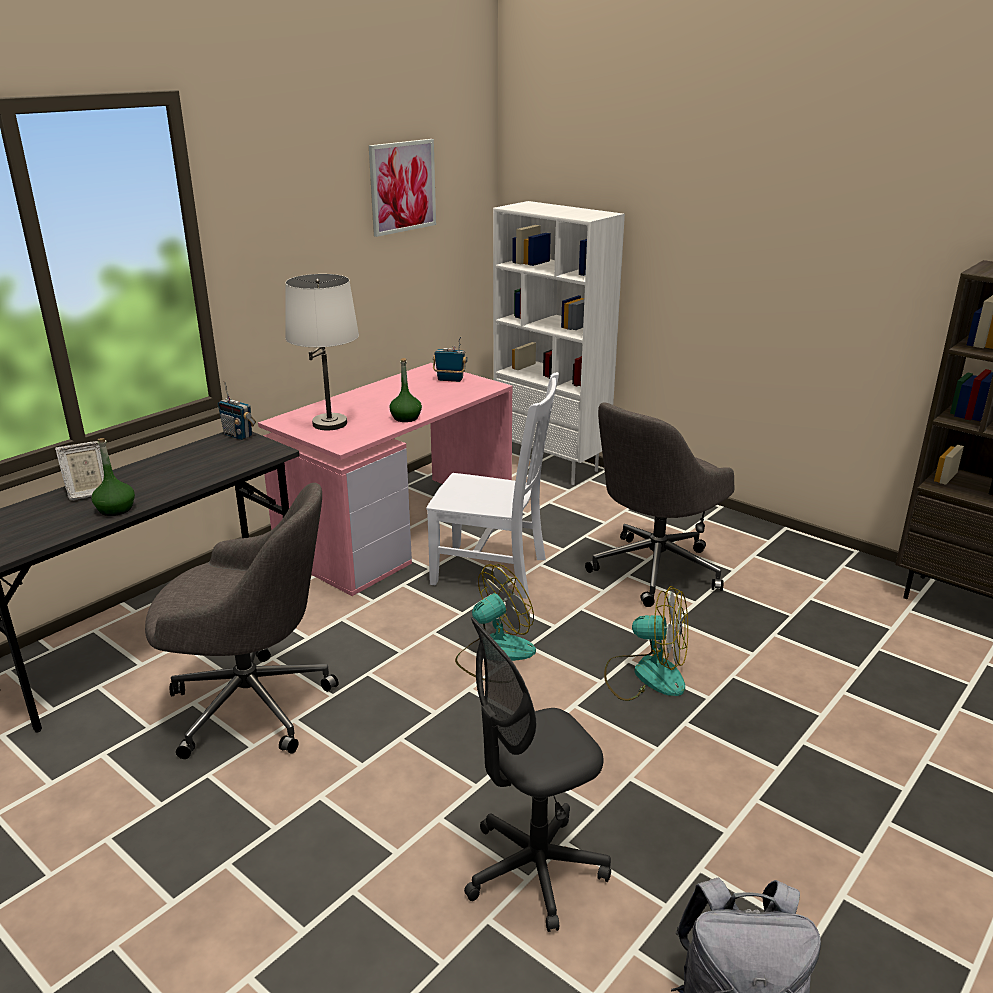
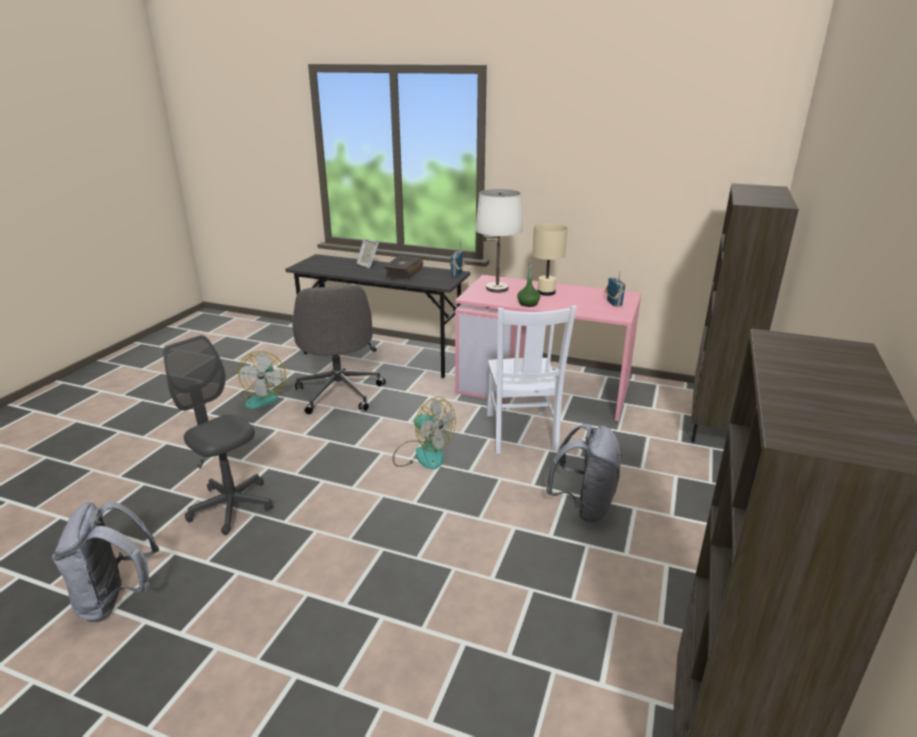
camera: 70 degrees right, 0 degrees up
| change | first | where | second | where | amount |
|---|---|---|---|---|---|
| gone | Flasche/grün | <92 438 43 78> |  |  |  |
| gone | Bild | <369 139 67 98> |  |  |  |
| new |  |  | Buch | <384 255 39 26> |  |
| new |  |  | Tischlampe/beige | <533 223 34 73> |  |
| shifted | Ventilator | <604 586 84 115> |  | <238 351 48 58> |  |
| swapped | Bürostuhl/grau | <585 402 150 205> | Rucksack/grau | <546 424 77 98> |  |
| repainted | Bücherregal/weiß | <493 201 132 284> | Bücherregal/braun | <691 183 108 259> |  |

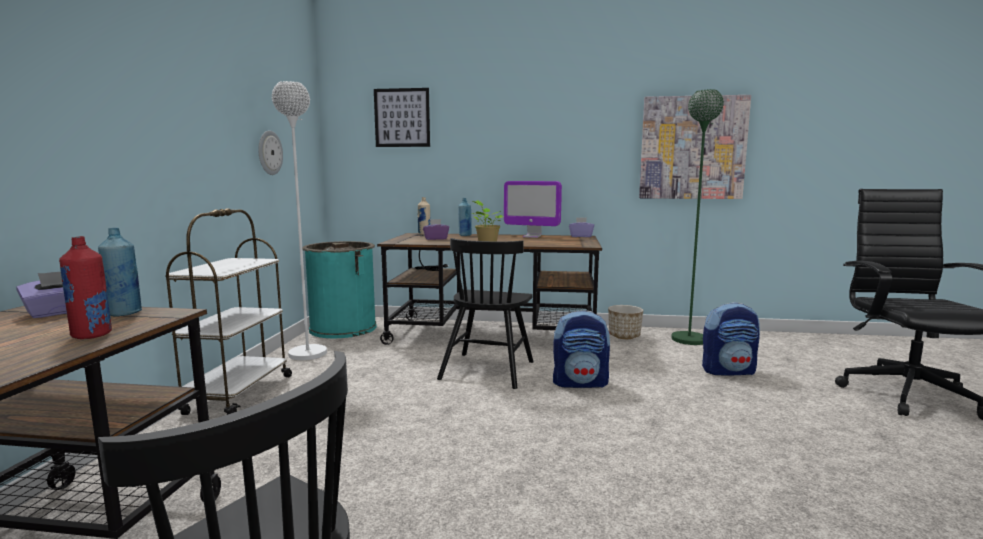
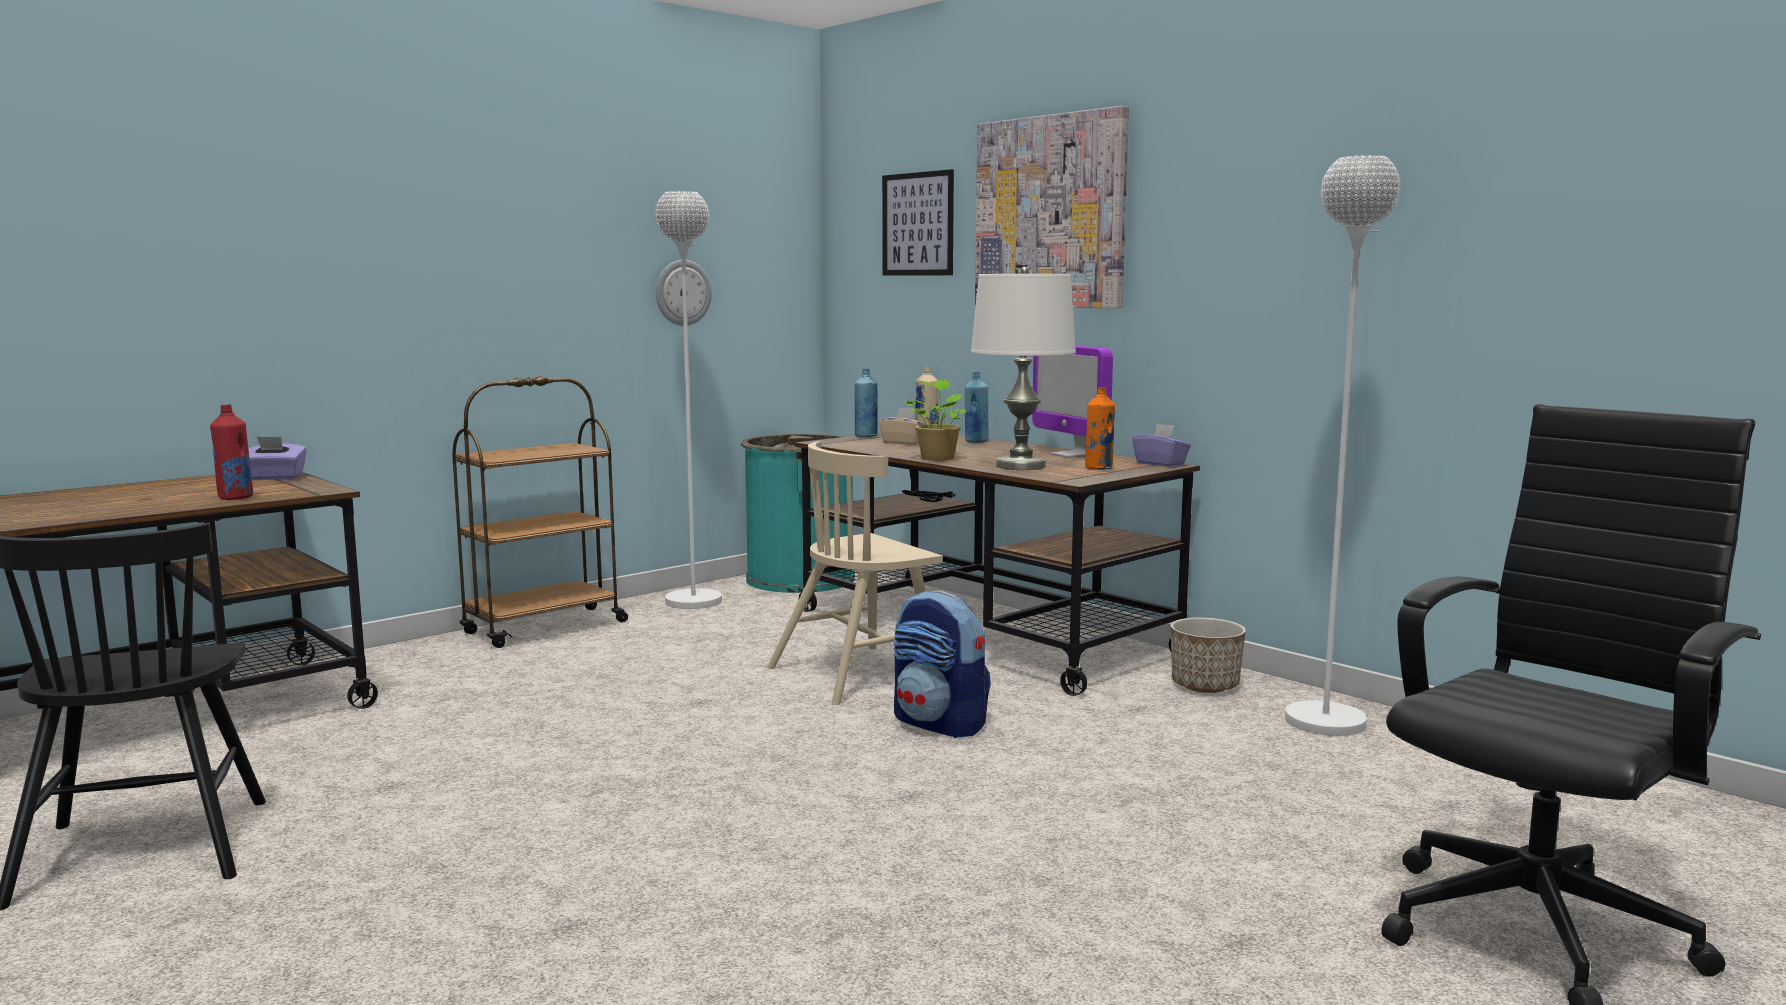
camera: 40 degrees right, 0 degrees up
| change | first | where | second | where | amount |
|---|---|---|---|---|---|
| gone | Rucksack | <702 302 58 73> |  |  |  |
| new |  |  | Tischlampe/weiß | <971 267 105 203> |  |
| new |  |  | Flasche/orange | <1085 387 30 83> |  |
| shifted | Flasche/blau | <98 228 44 88> |  | <855 369 23 68> |  |
| shifted | Bild | <639 95 112 104> |  | <975 106 154 203> |  |
| repainted | Rollwagen/weiß | <165 208 127 207> | Rollwagen/braun | <452 376 176 272> |  |
| repainted | Taschentuchbox/lila | <423 219 26 21> | Taschentuchbox/beige | <879 408 46 37> |  |
| repainted | Stuhl/schwarz | <437 238 97 151> | Stuhl/beige | <767 441 176 264> |  |
| repainted | Stehlampe/grün | <671 89 53 256> | Stehlampe/weiß | <1285 155 116 581> |  |

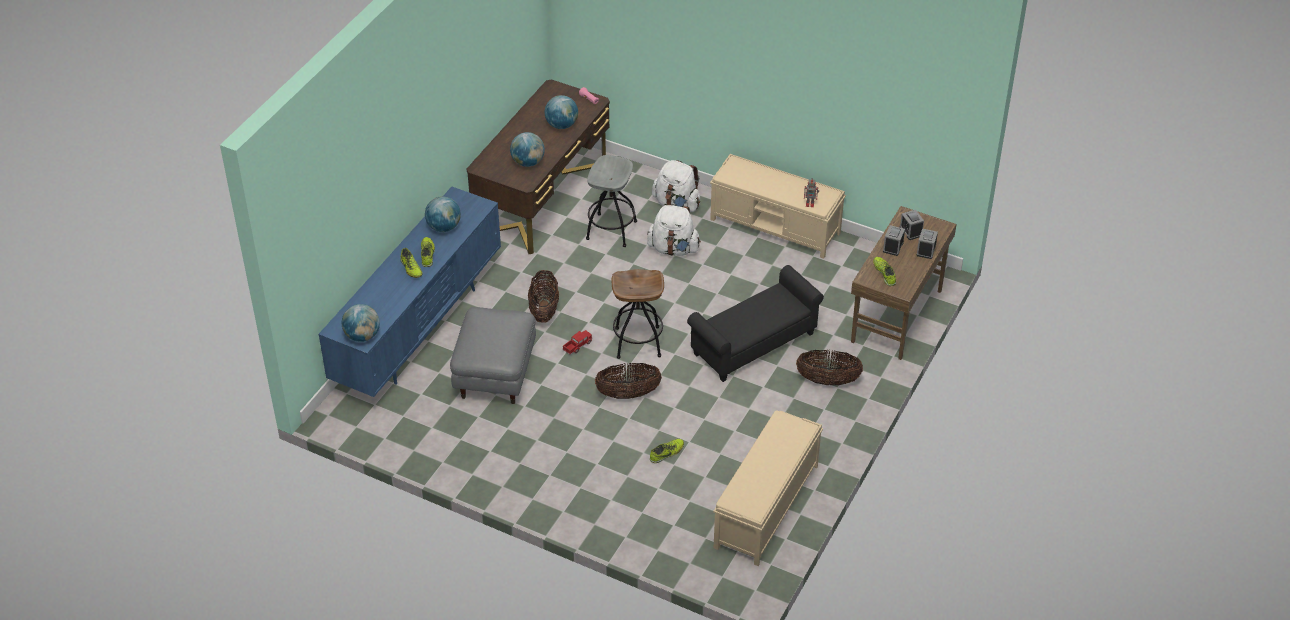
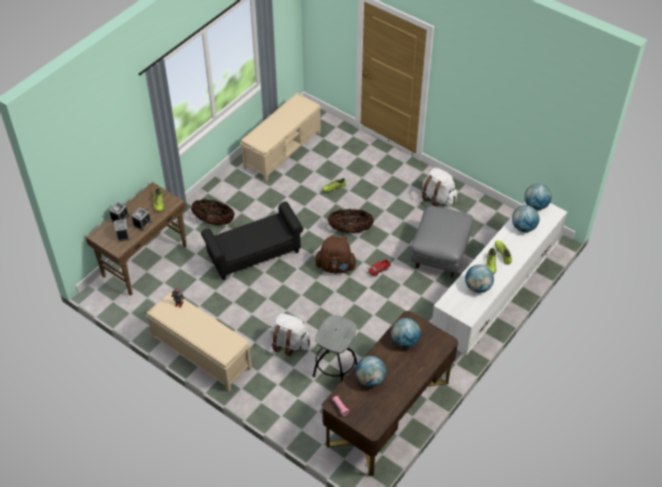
camera: 170 degrees left, 5 degrees up
| change | first | where | second | where | amount |
|---|---|---|---|---|---|
| gone | Korb | <528 270 31 53> |  |  |  |
| new |  |  | Globus | <512 205 27 27> |  |
| shifted | Rucksack/weiß | <652 160 48 52> |  | <422 168 35 39> |  |
| swapped | Hocker/braun | <612 269 52 90> | Rucksack/braun | <315 235 42 39> |  |
| repainted | Schrank/blau | <319 187 182 210> | Schrank/weiß | <432 202 135 154> |  |

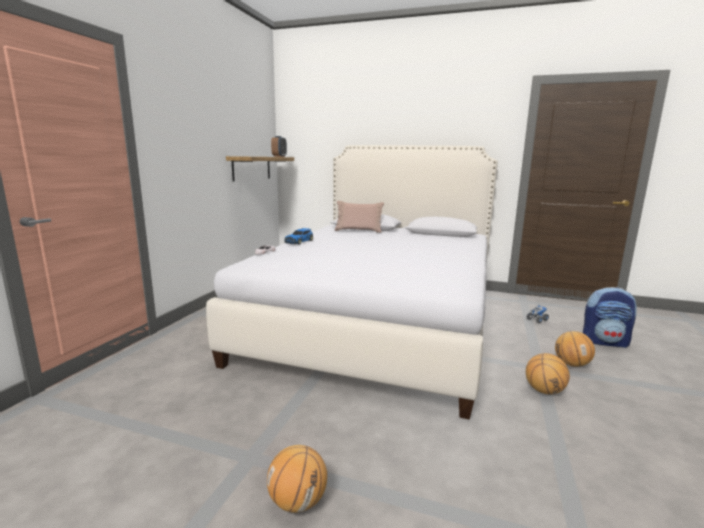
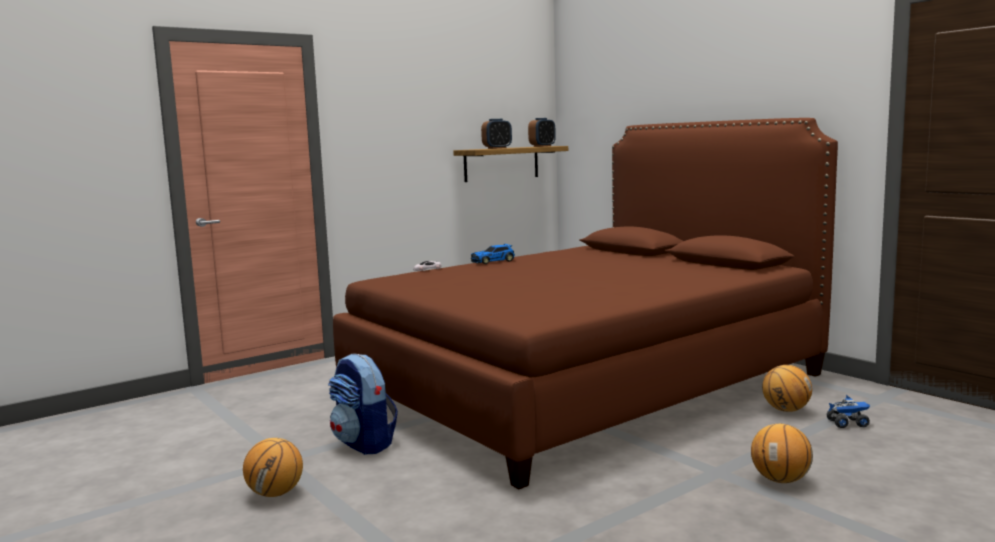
camera: 35 degrees right, 5 degrees down
| change | first | where | second | where | amount |
|---|---|---|---|---|---|
| gone | Kissen/beige | <335 201 49 32> |  |  |  |
| new |  |  | Wecker | <481 119 31 30> |  |
| shifted | Basketball | <526 353 44 41> |  | <762 365 50 47> |  |
| shifted | Rucksack | <583 287 54 61> |  | <328 354 70 101> |  |
| repainted | Bett/weiß | <206 145 292 275> | Bett/braun | <333 118 505 371> |  |

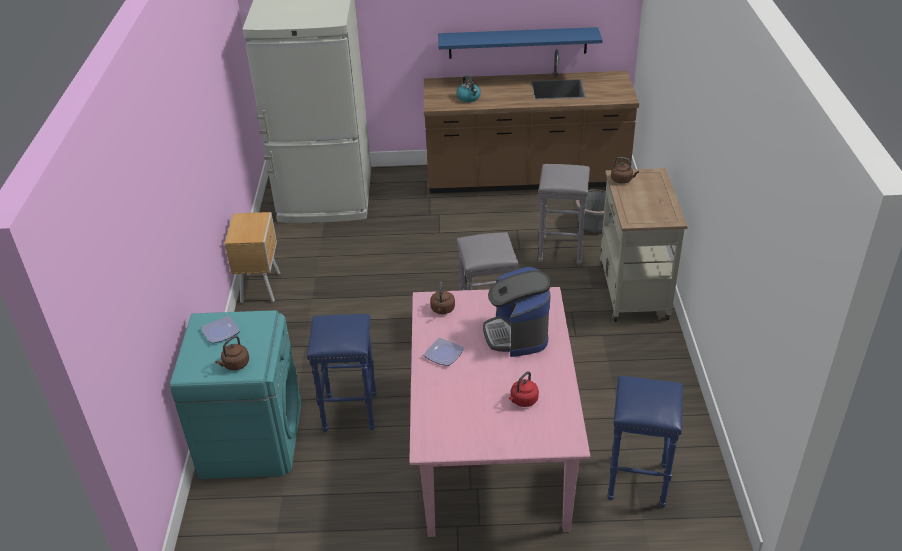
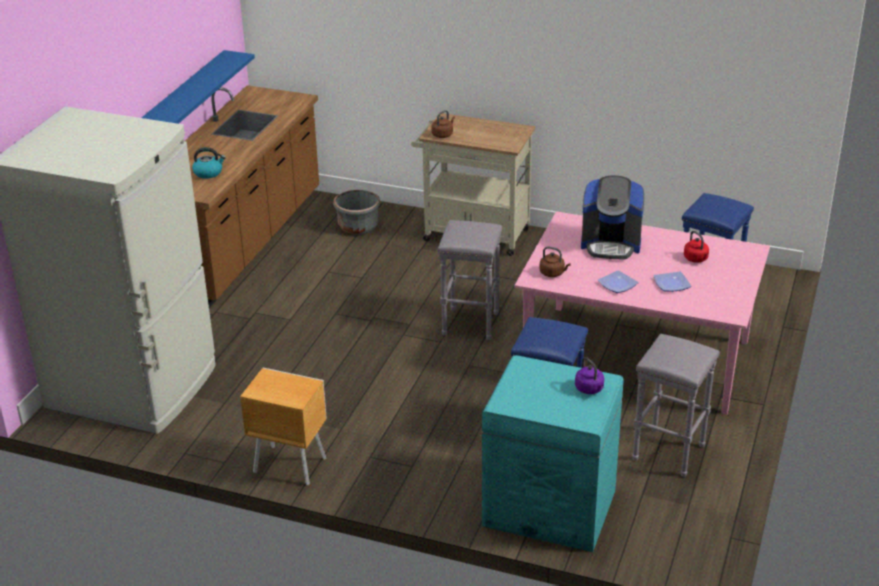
camera: 70 degrees left, 5 degrees down
| change | first | where | second | where | amount |
|---|---|---|---|---|---|
| shifted | Teller | <201 316 39 27> |  | <653 271 38 21> |  |
| shifted | Hocker/grau | <538 164 52 101> |  | <632 334 88 143> |  |
| repainted | Wasserkessel/braun | <215 336 34 34> | Wasserkessel/lila | <575 357 29 37> |  |

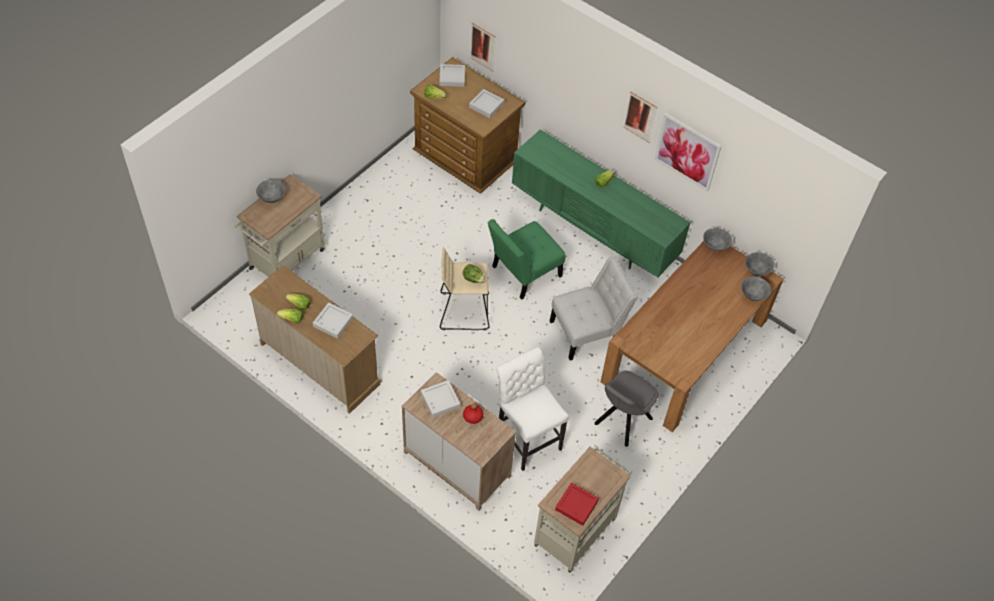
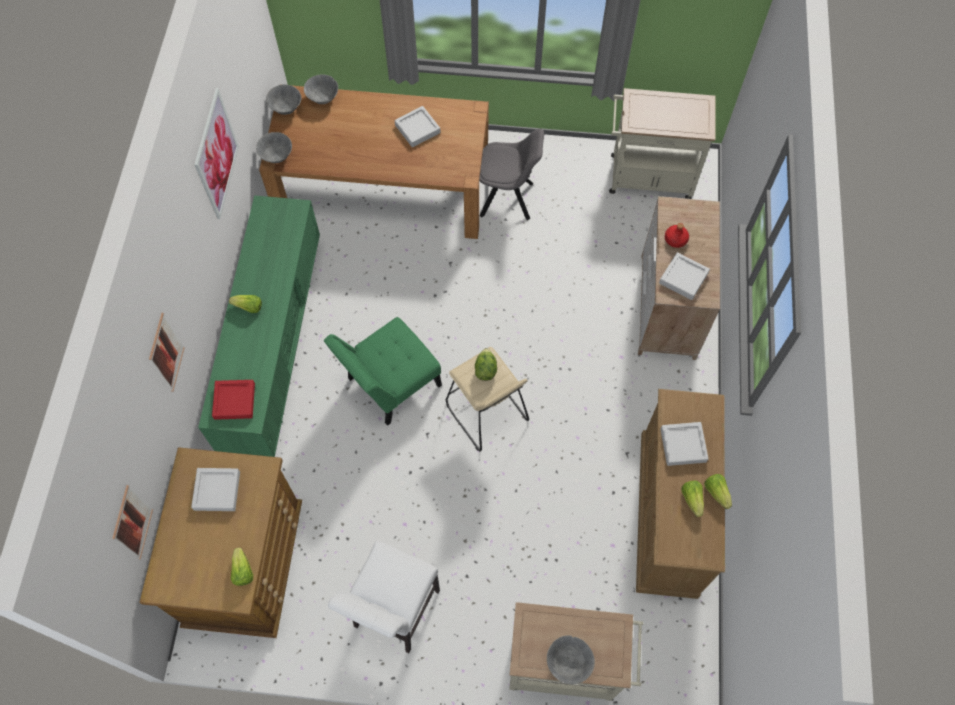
camera: 120 degrees left, 10 degrees up
| change | first | where | second | where | amount |
|---|---|---|---|---|---|
| gone | Stuhl/weiß | <550 256 88 104> |  |  |  |
| shifted | Tablett/grau | <439 64 26 23> |  | <395 106 46 41> |  |
| shifted | Hocker/weiß | <497 347 72 124> |  | <328 541 112 112> |  |
| shifted | Tablett/rot | <555 483 44 43> |  | <212 380 43 40> |  |
| shifted | Bild | <624 91 34 52> |  | <149 313 36 79> |  |
| rotated | Stuhl/grün | <487 219 79 81> |  | <324 317 118 109> | 120 degrees clockwise |

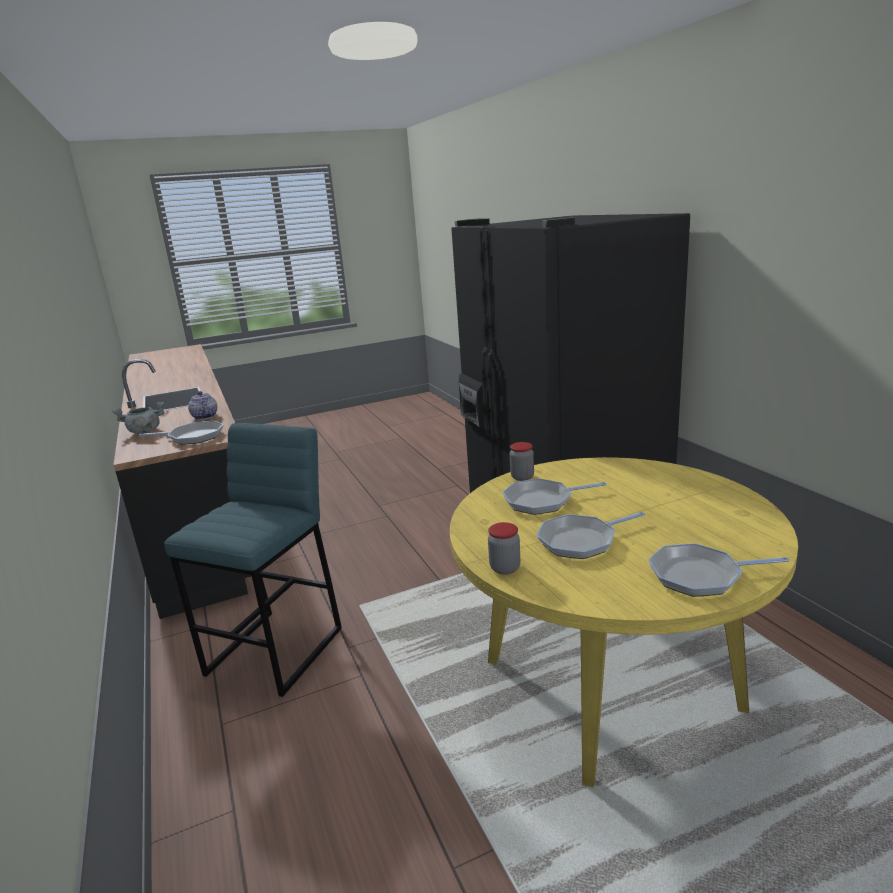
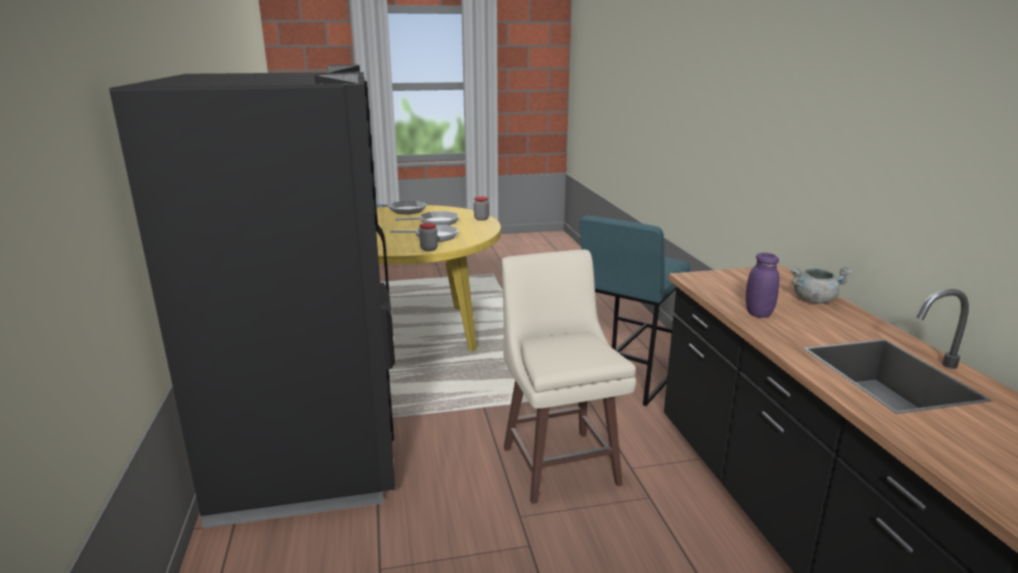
camera: 170 degrees left, 0 degrees up
| change | first | where | second | where | amount |
|---|---|---|---|---|---|
| gone | Pfanne | <139 421 84 24> |  |  |  |
| new |  |  | Hocker/beige | <501 249 135 255> |  |
| swapped | Teekanne | <188 391 29 29> | Vorratsglas/lila | <746 253 33 65> |  |

